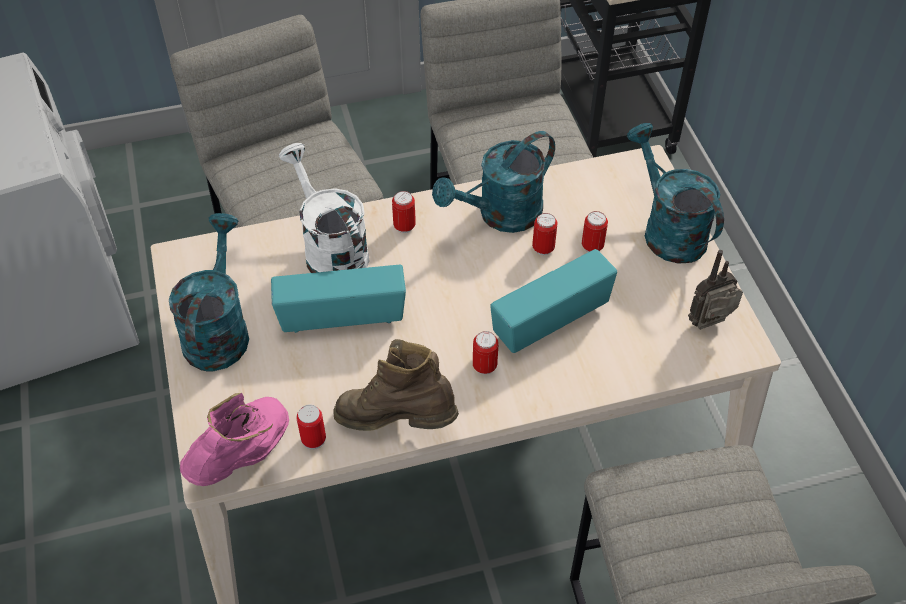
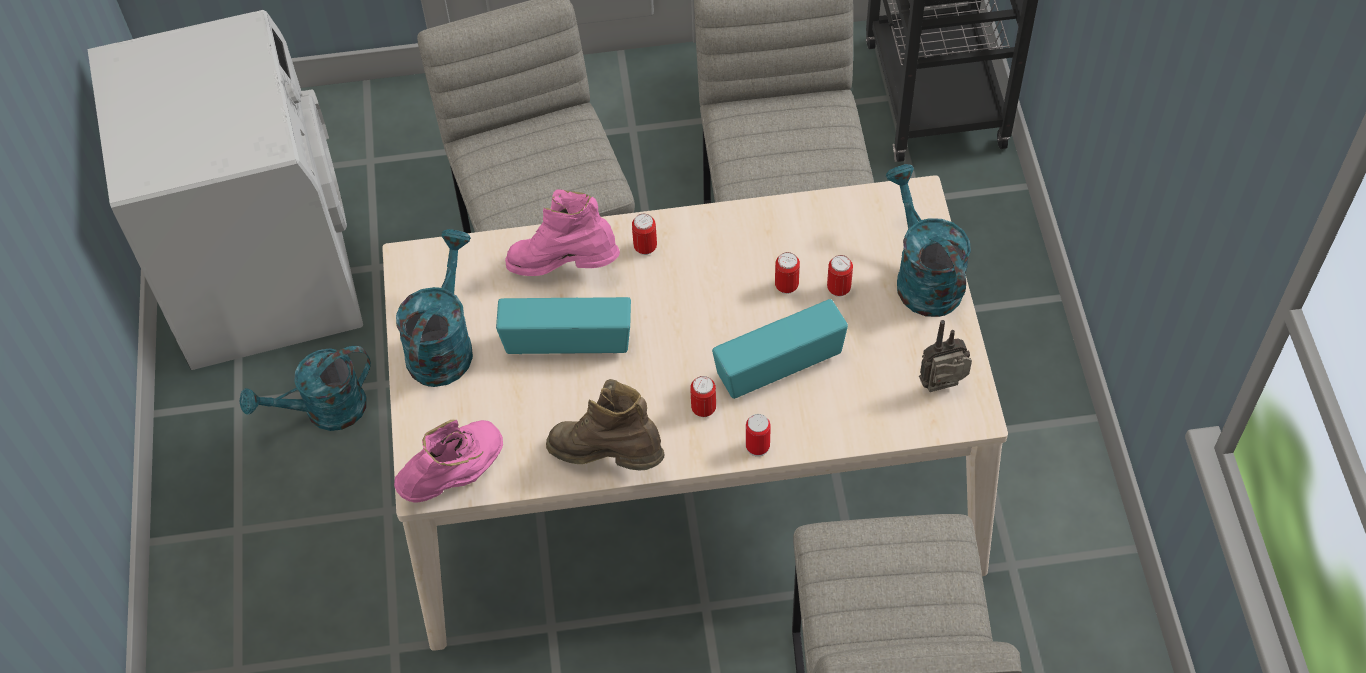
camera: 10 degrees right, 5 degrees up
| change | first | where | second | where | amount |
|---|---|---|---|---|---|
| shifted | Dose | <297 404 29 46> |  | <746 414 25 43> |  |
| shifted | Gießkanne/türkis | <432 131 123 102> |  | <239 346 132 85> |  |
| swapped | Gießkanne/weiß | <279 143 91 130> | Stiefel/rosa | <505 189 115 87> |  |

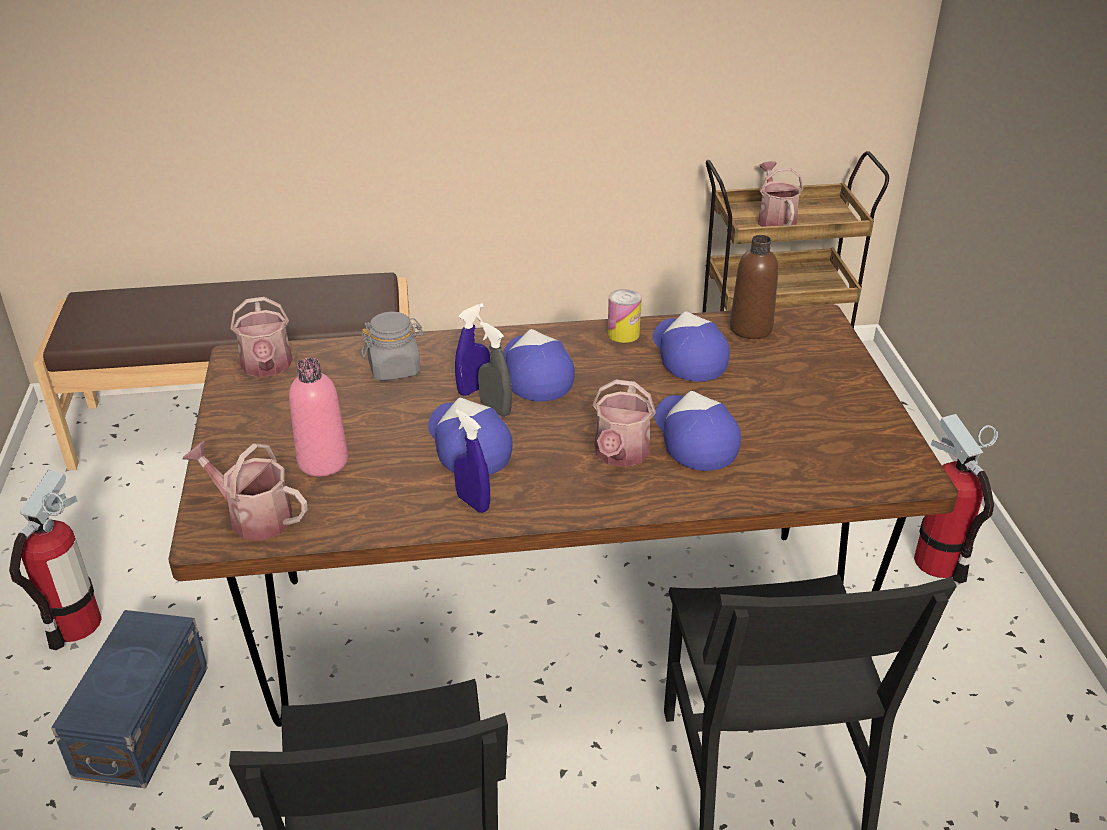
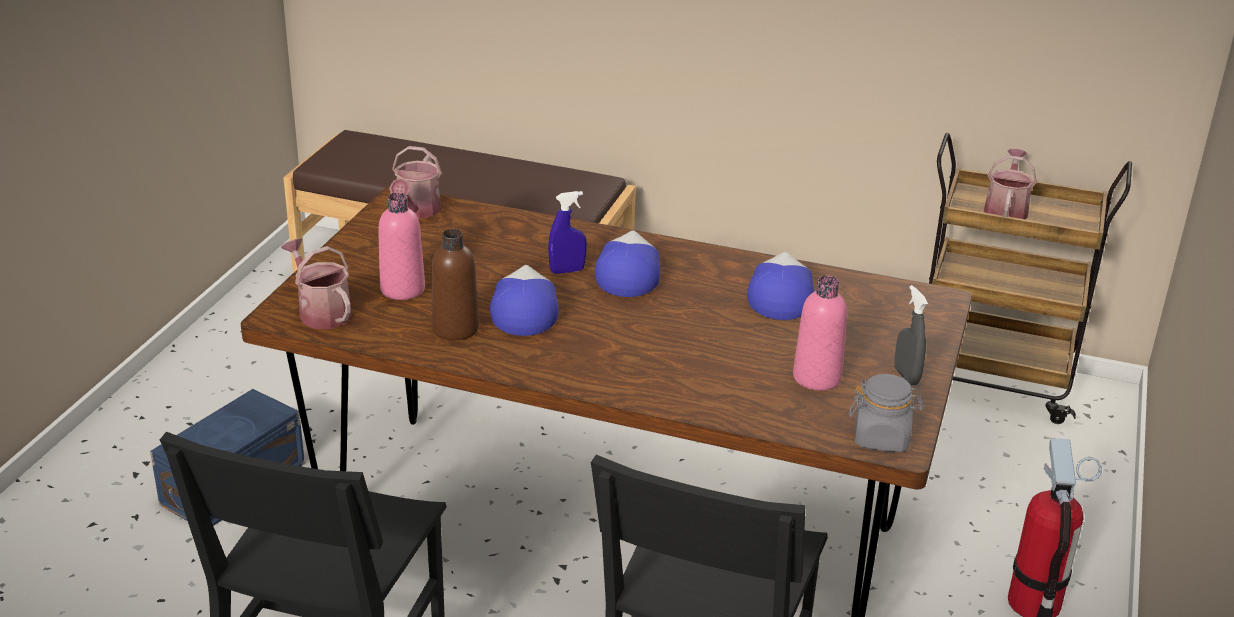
camera: 25 degrees right, 5 degrees down
| change | first | where | second | where | amount |
|---|---|---|---|---|---|
| gone | Feuerlöscher | <9 470 93 180> |  |  |  |
| gone | Sprühflasche/blau | <454 409 36 104> |  |  |  |
| gone | Gießkanne | <592 379 64 88> |  |  |  |
| gone | Dose | <608 289 34 54> |  |  |  |
| gone | Kappe | <654 391 87 80> |  |  |  |
| new |  |  | Flasche/rosa | <793 276 54 115> |  |
| shifted | Vorratsglas/grau | <361 312 63 69> |  | <849 374 75 78> |  |
| shifted | Sprühflasche/grau | <478 322 34 95> |  | <894 285 34 100> |  |
| shifted | Flasche/braun | <730 235 48 104> |  | <432 229 47 111> |  |

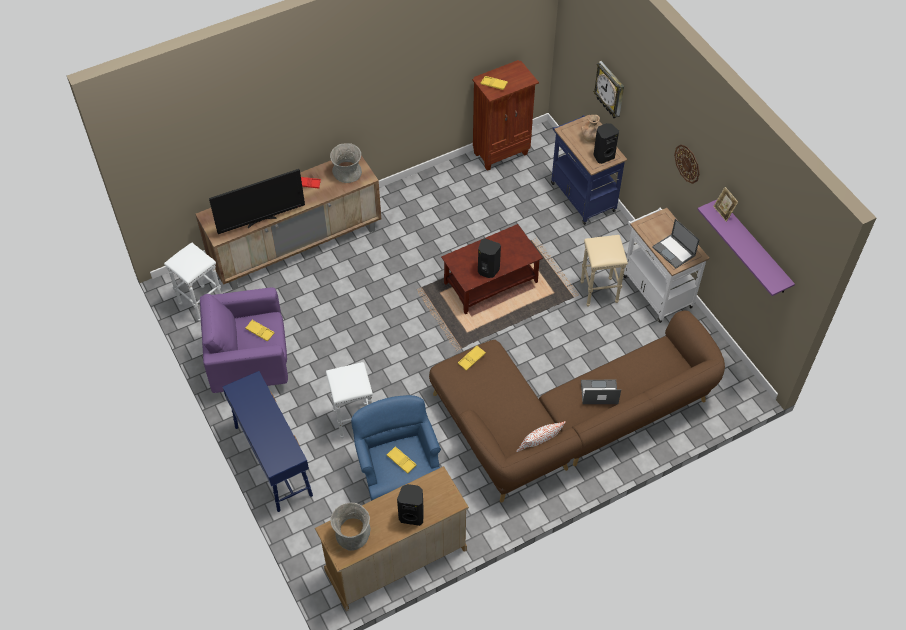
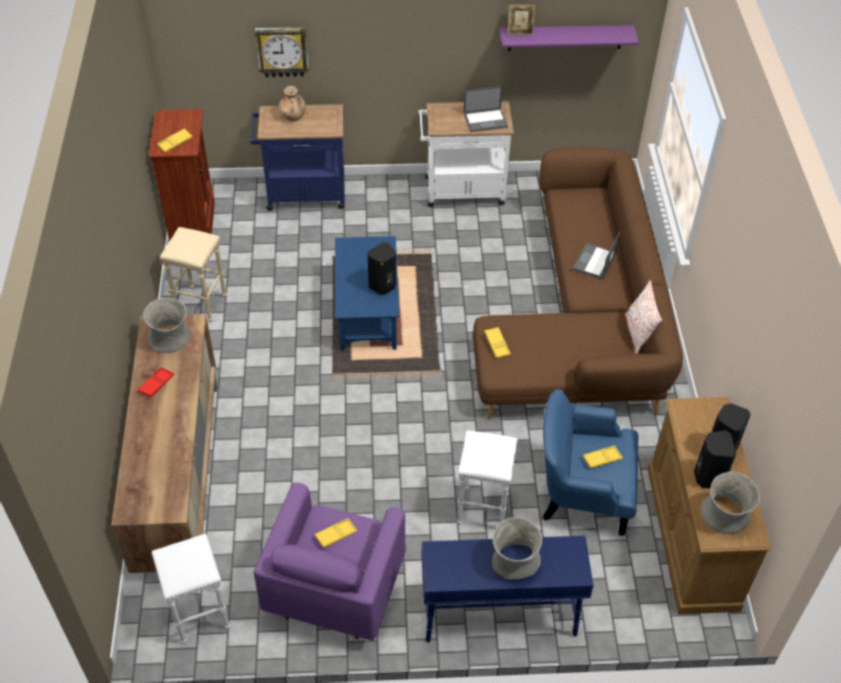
camera: 65 degrees left, 5 degrees down
| change | first | where | second | where | amount |
|---|---|---|---|---|---|
| gone | Fernseher | <209 169 96 65> |  |  |  |
| gone | Wanduhr | <674 145 26 39> |  |  |  |
| new |  |  | Vase/grau | <492 517 50 63> |  |
| shifted | Hocker/beige | <580 235 48 72> |  | <160 227 67 95> |  |
| shifted | Lautsprecher/schwarz | <593 123 26 41> |  | <694 430 42 59> |  |
| repainted | Couchtisch/braun | <441 224 102 90> | Couchtisch/blau | <335 236 65 115> |  |

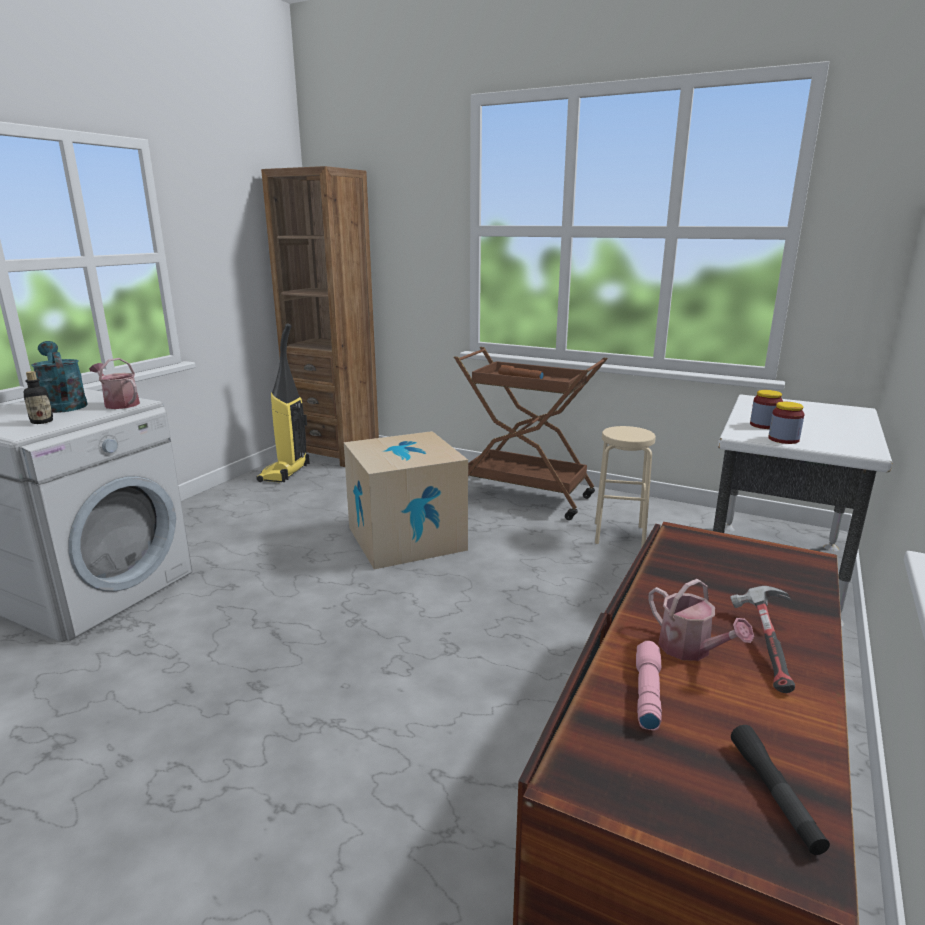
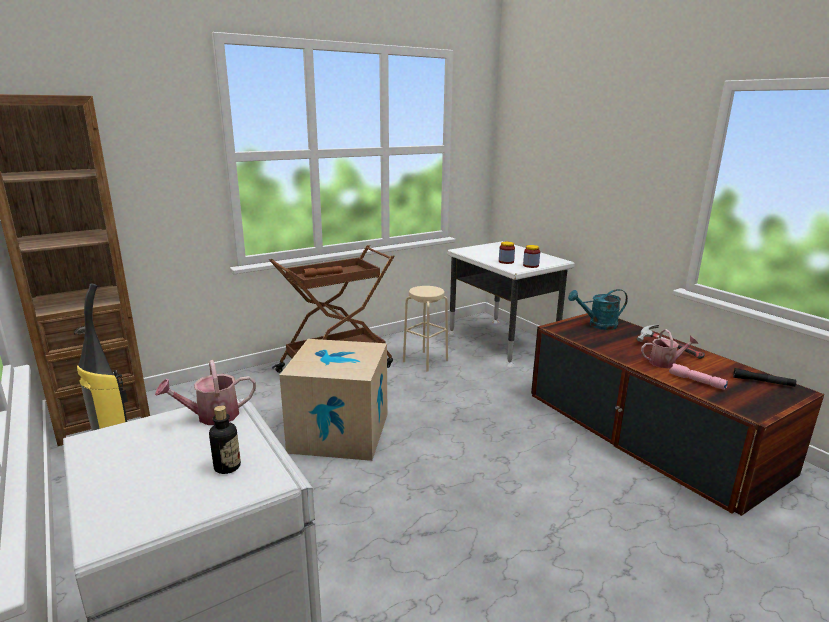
camera: 60 degrees left, 0 degrees up
| change | first | where | second | where | amount |
|---|---|---|---|---|---|
| shifted | Gießkanne/türkis | <32 341 56 72> |  | <568 289 60 41> |  |

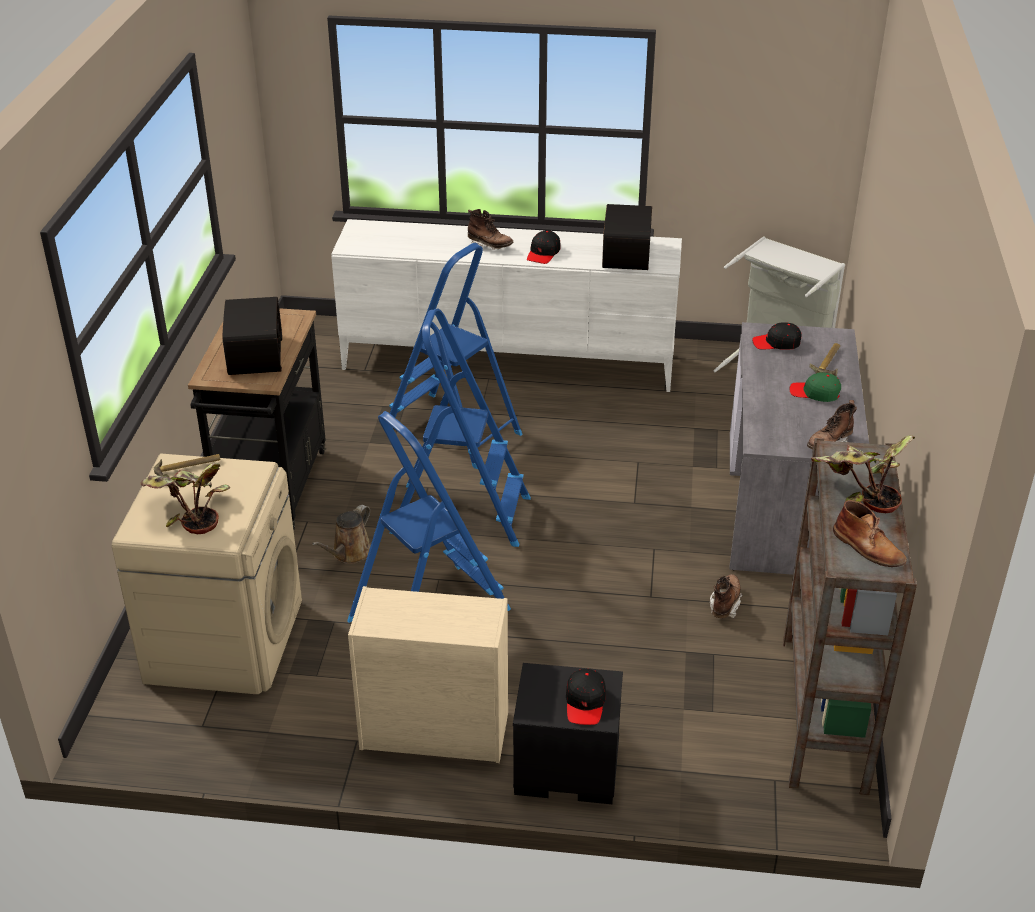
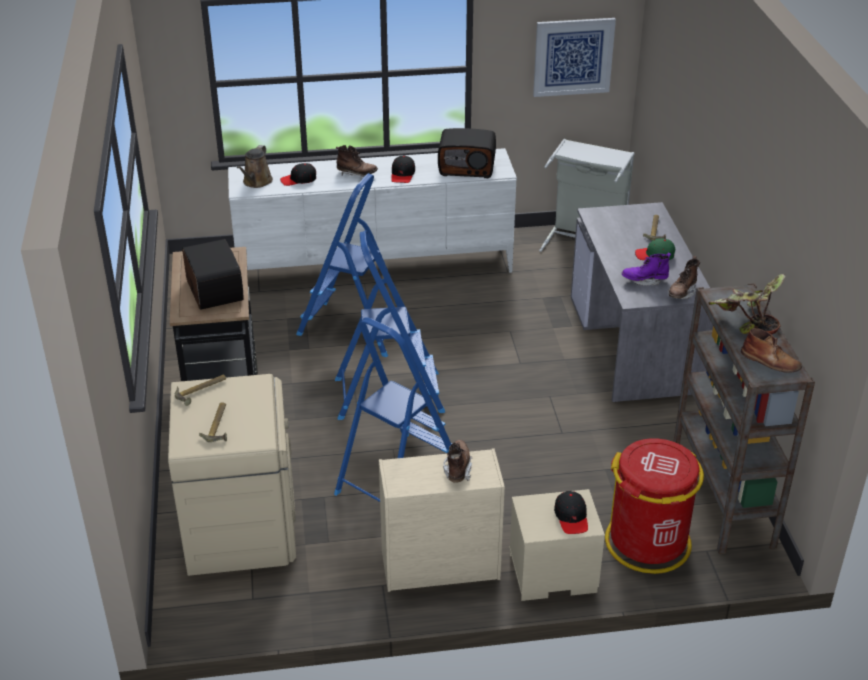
camera: 15 degrees left, 0 degrees up
| change | first | where | second | where | amount |
|---|---|---|---|---|---|
| new |  |  | Bild | <533 18 83 79> |  |
| new |  |  | Mülleimer/rot | <605 438 99 136> |  |
| new |  |  | Stiefel/lila | <622 253 49 33> |  |
| shifted | Gießkanne/braun | <312 505 59 59> |  | <237 145 36 43> |  |
| shifted | Stiefel/braun | <710 574 33 45> |  | <443 440 29 43> |  |
| shifted | Kappe/schwarz | <752 322 50 28> |  | <280 163 36 23> |  |
| swapped | Topfpflanze | <140 463 90 71> | Hammer | <199 402 28 40> |  |
| repainted | Nachttisch/schwarz | <513 663 110 141> | Nachttisch/beige | <509 489 96 112> |  |
| rotated | Radio | <602 204 50 66> |  | <438 128 58 50> | 105 degrees clockwise |

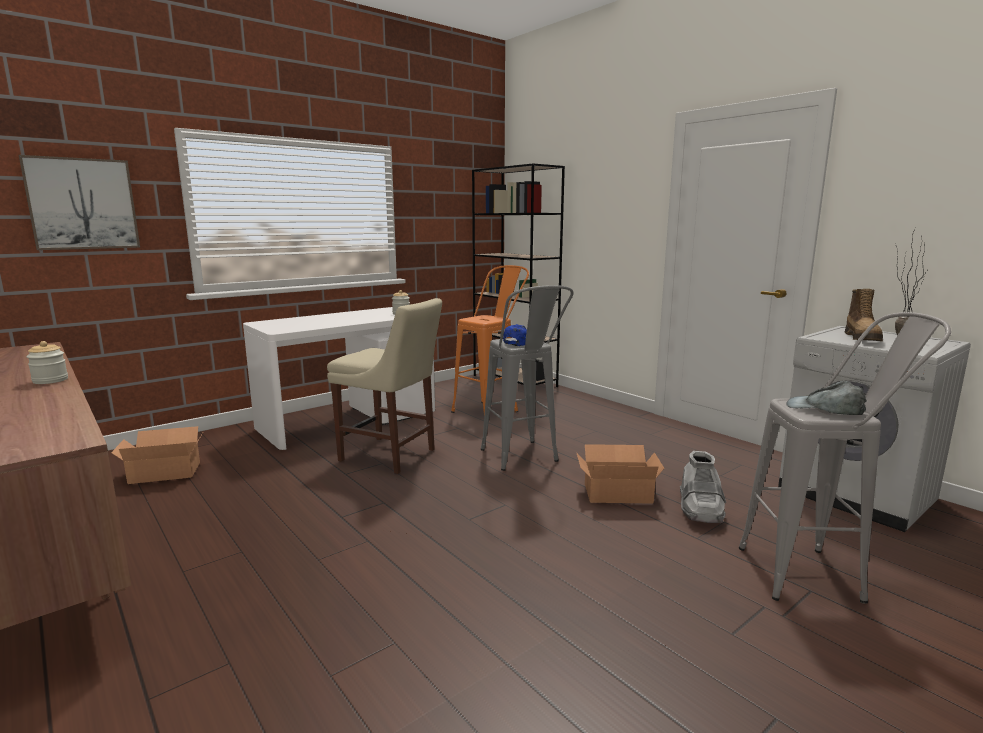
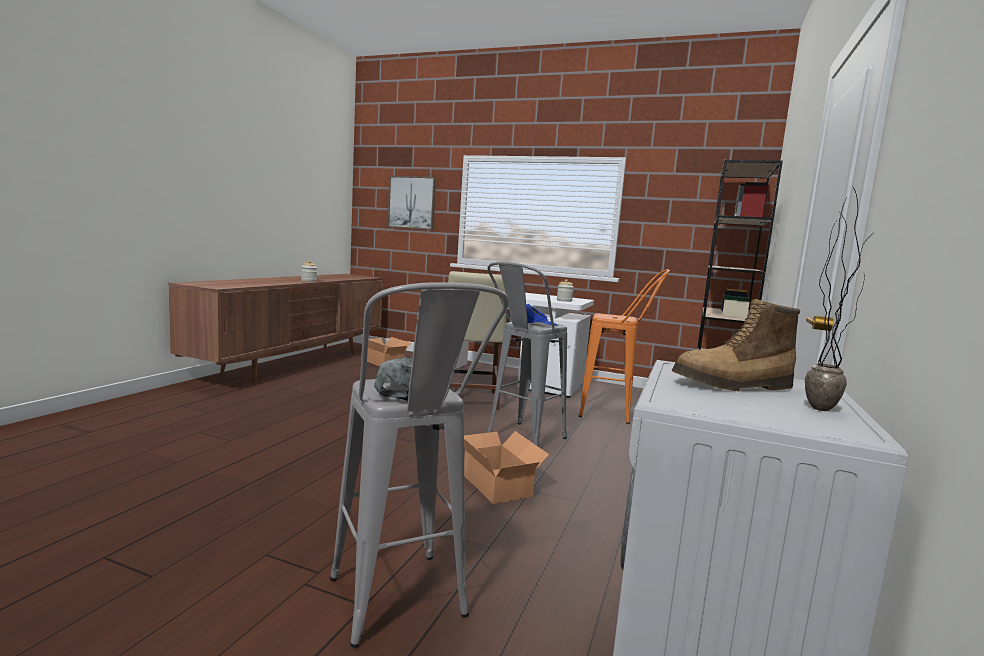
camera: 60 degrees right, 5 degrees down
| change | first | where | second | where | amount |
|---|---|---|---|---|---|
| gone | Stiefel/grau | <680 451 46 72> |  |  |  |

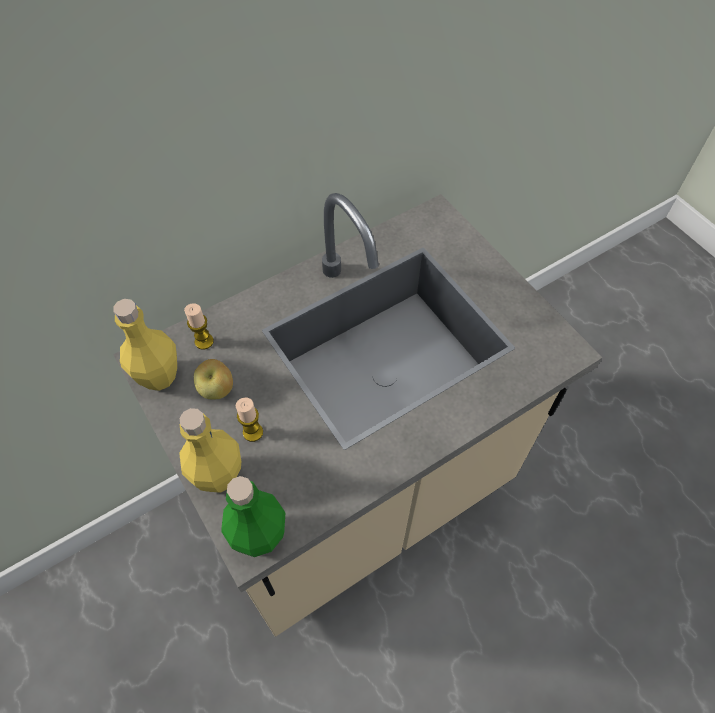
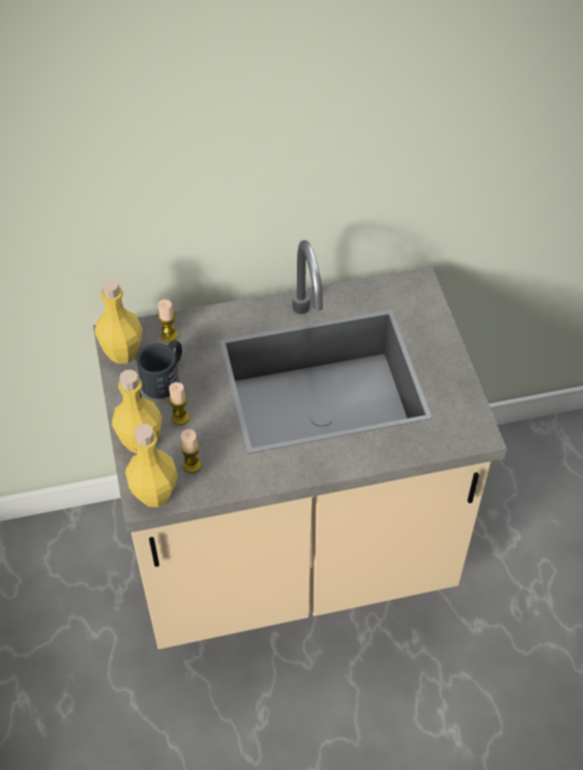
camera: 20 degrees right, 5 degrees down
| change | first | where | second | where | amount |
|---|---|---|---|---|---|
| new |  |  | Kerze | <180 429 21 44> |  |
| swapped | Apfel | <194 359 39 40> | Henkelbecher/schwarz | <136 340 46 59> |  |
| repainted | Flasche/grün | <222 476 64 81> | Flasche/gelb | <126 424 52 83> |  |

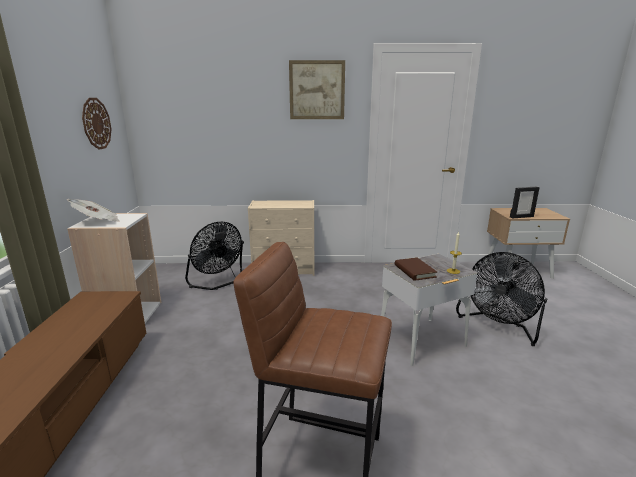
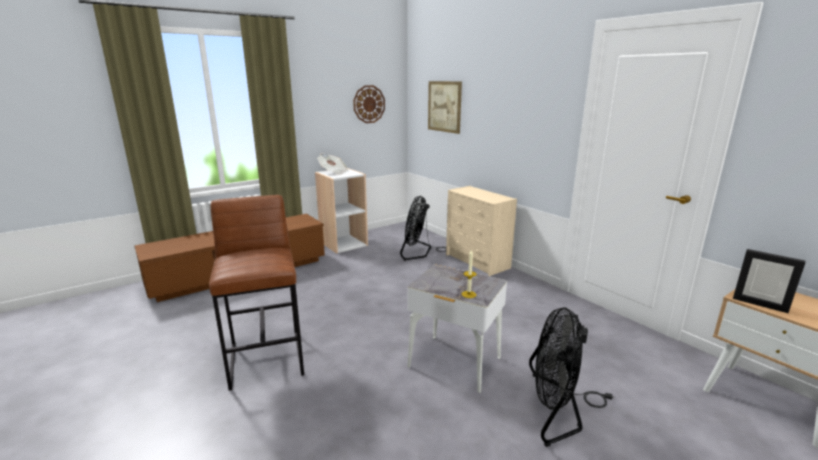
camera: 55 degrees right, 0 degrees up
| change | first | where | second | where | amount |
|---|---|---|---|---|---|
| gone | Buch/braun | <395 257 42 24> |  |  |  |
| shifted | Bild | <289 60 56 59> |  | <428 81 34 53> |  |
| rotated | Ventilator/schwarz | <185 222 59 68> |  | <400 196 46 65> | 90 degrees counterclockwise |

